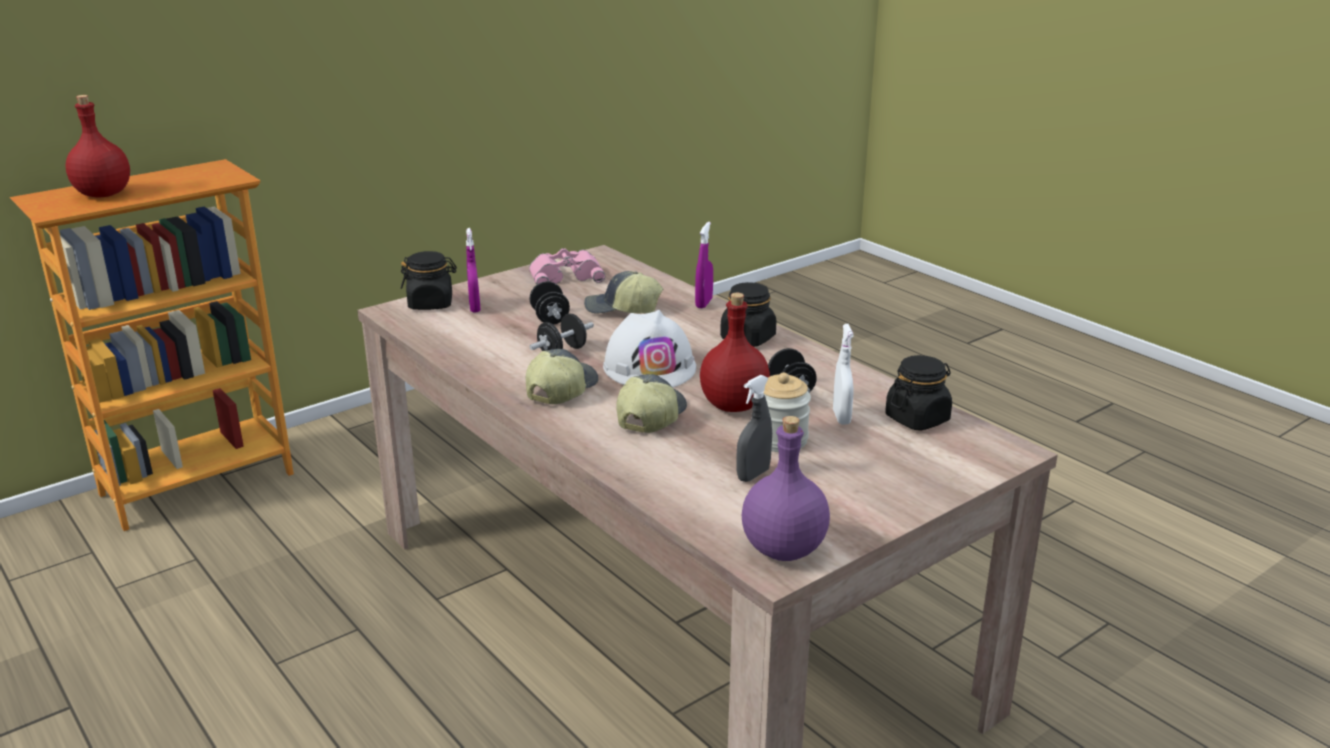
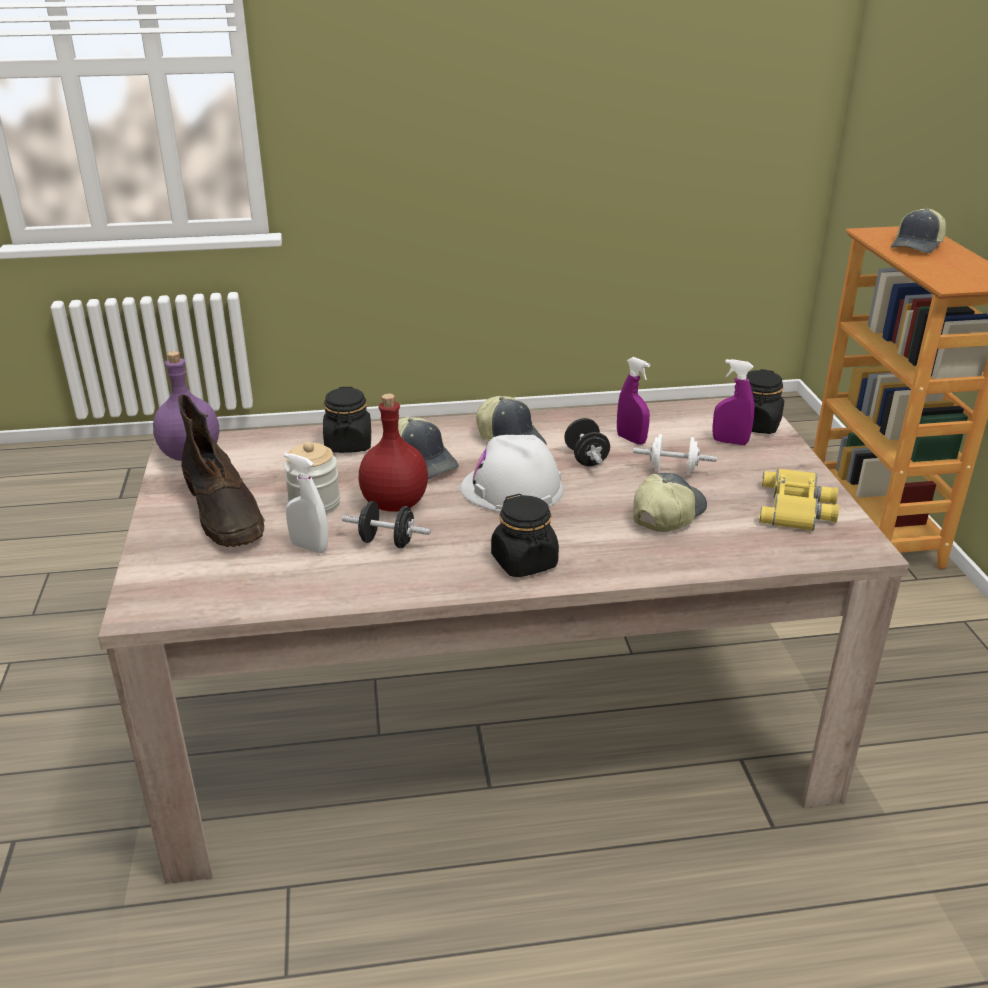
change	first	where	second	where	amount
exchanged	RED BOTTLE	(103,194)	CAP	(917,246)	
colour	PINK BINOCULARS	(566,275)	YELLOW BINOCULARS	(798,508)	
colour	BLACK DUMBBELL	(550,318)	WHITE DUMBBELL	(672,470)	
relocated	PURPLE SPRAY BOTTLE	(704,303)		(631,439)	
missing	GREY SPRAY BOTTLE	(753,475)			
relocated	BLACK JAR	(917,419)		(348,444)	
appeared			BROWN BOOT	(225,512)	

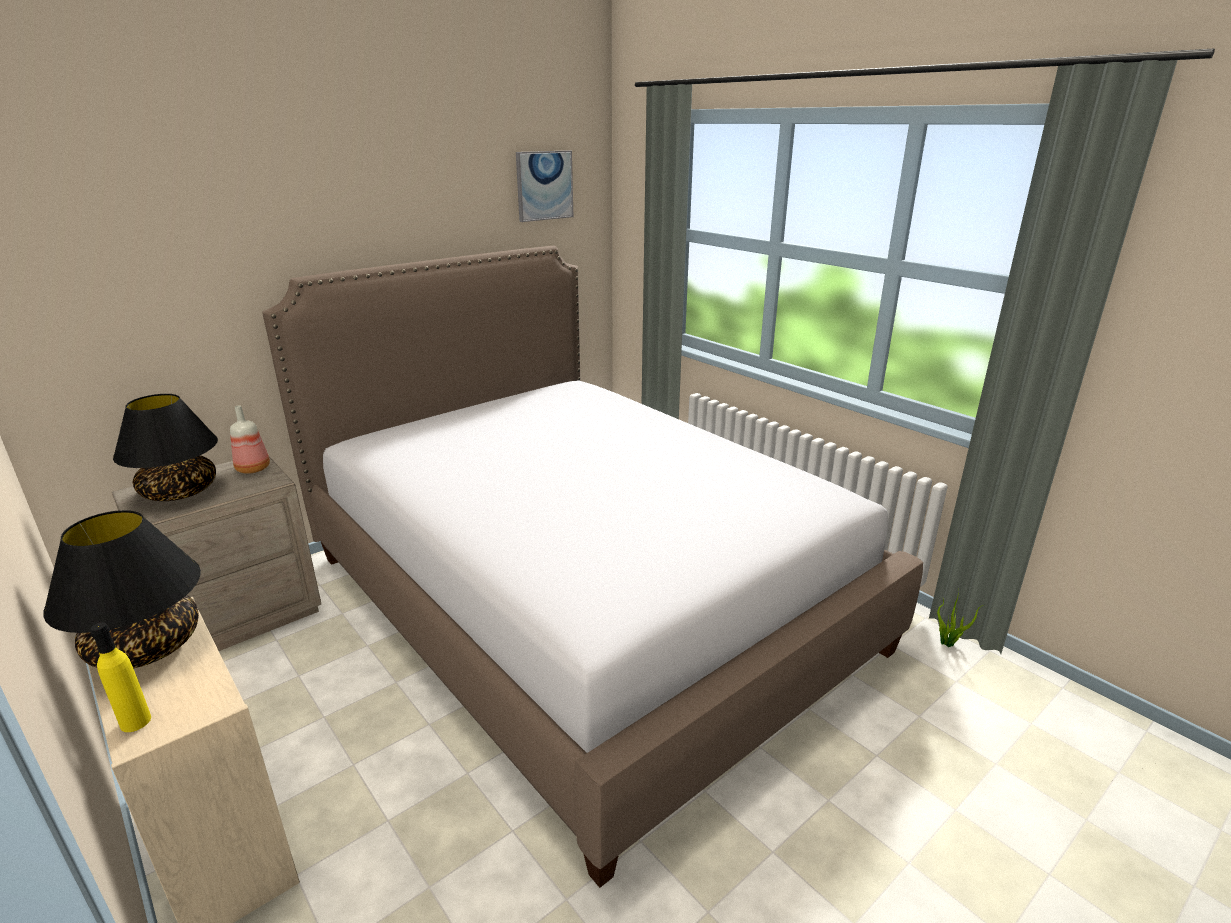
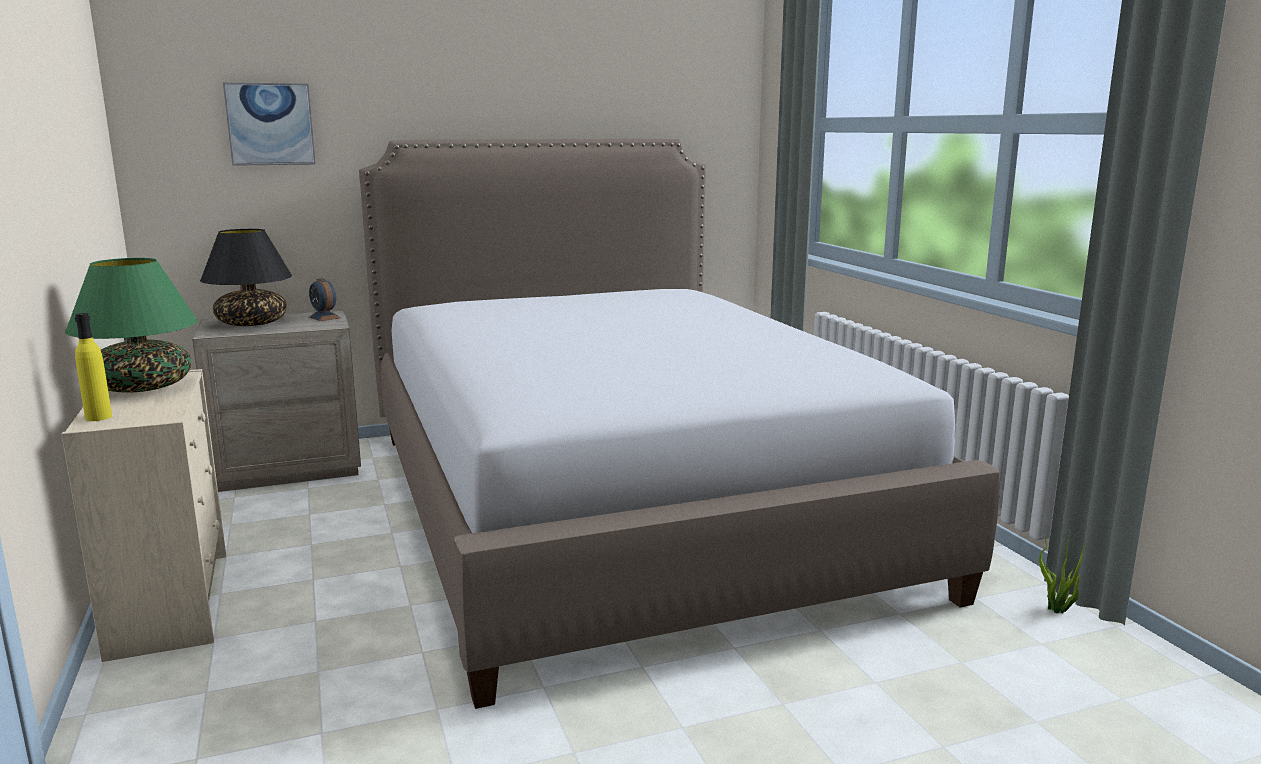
change	first	where	second	where	amount
colour	BLACK TABLE LAMP	(146,646)	GREEN TABLE LAMP	(143,387)	
exchanged	BOTTLE	(254,469)	ALARM CLOCK	(324,317)	
relocated	PICTURE	(544,185)		(270,124)	

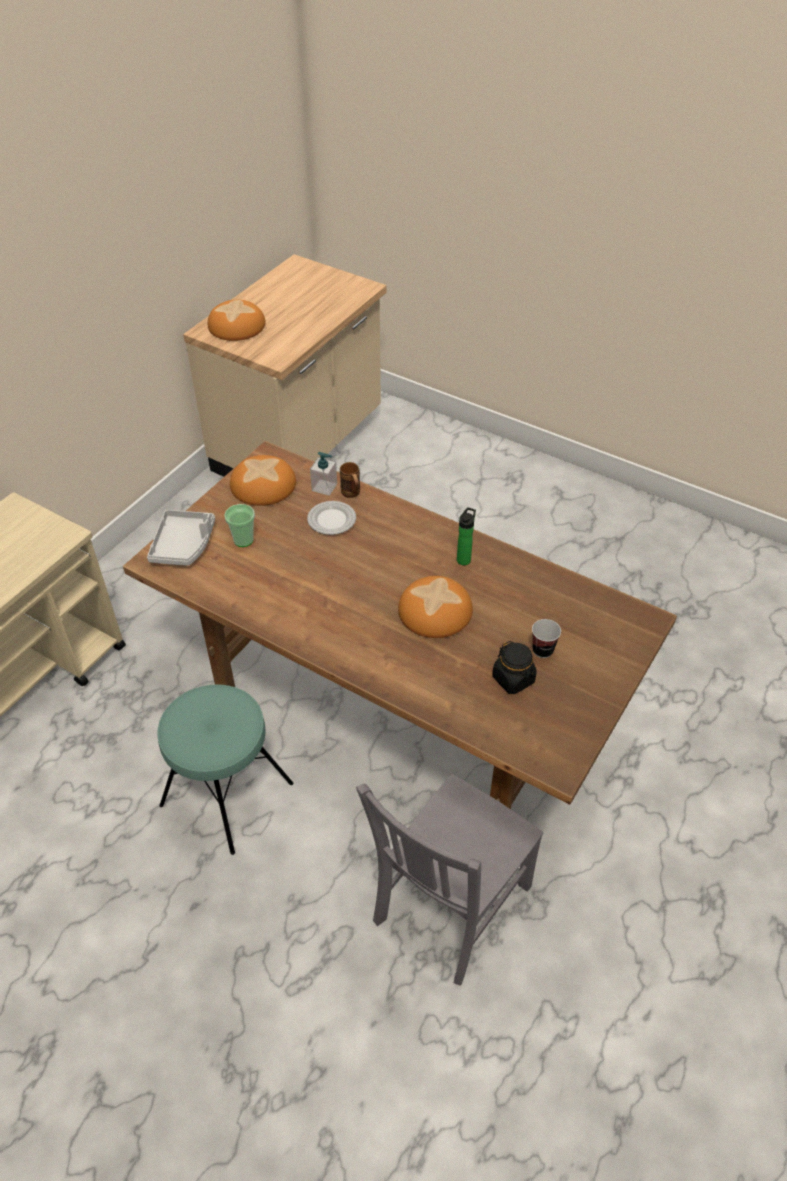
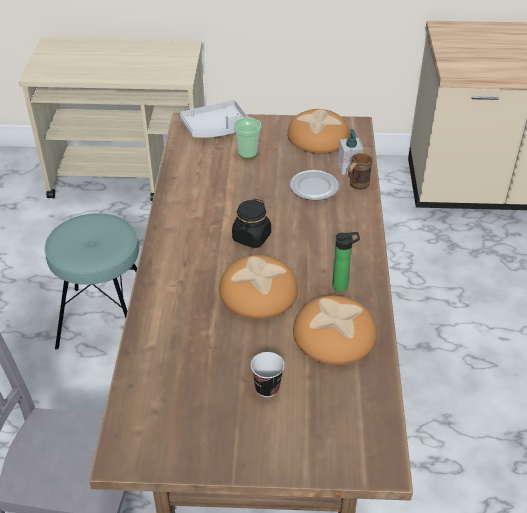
change	first	where	second	where	amount
relocated	BREAD	(236,326)		(333,335)	
relocated	BLACK JAR	(513,679)		(251,237)	

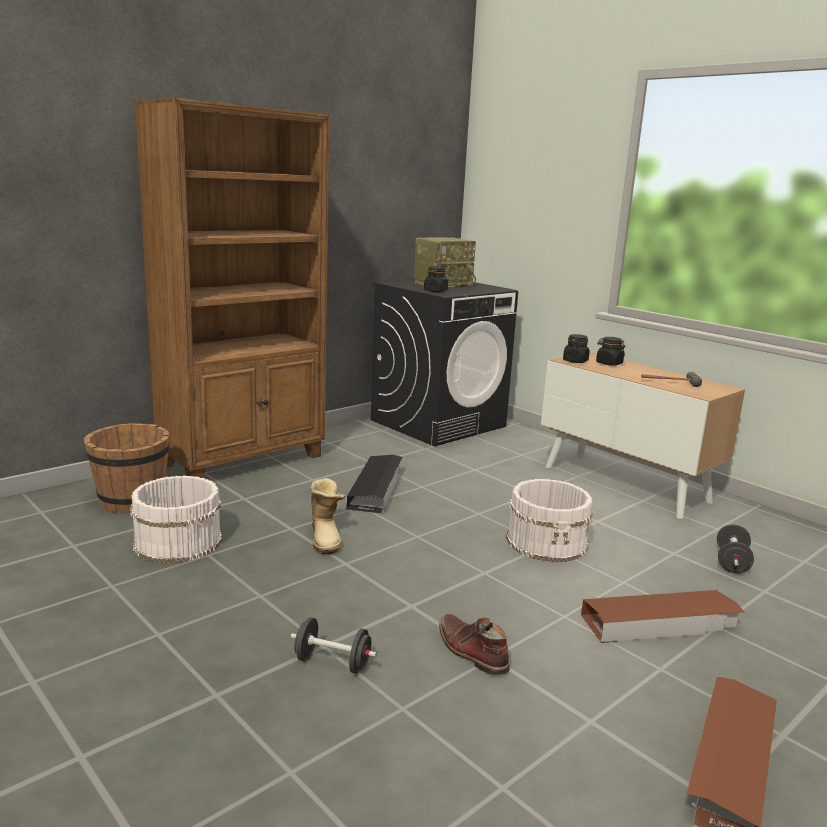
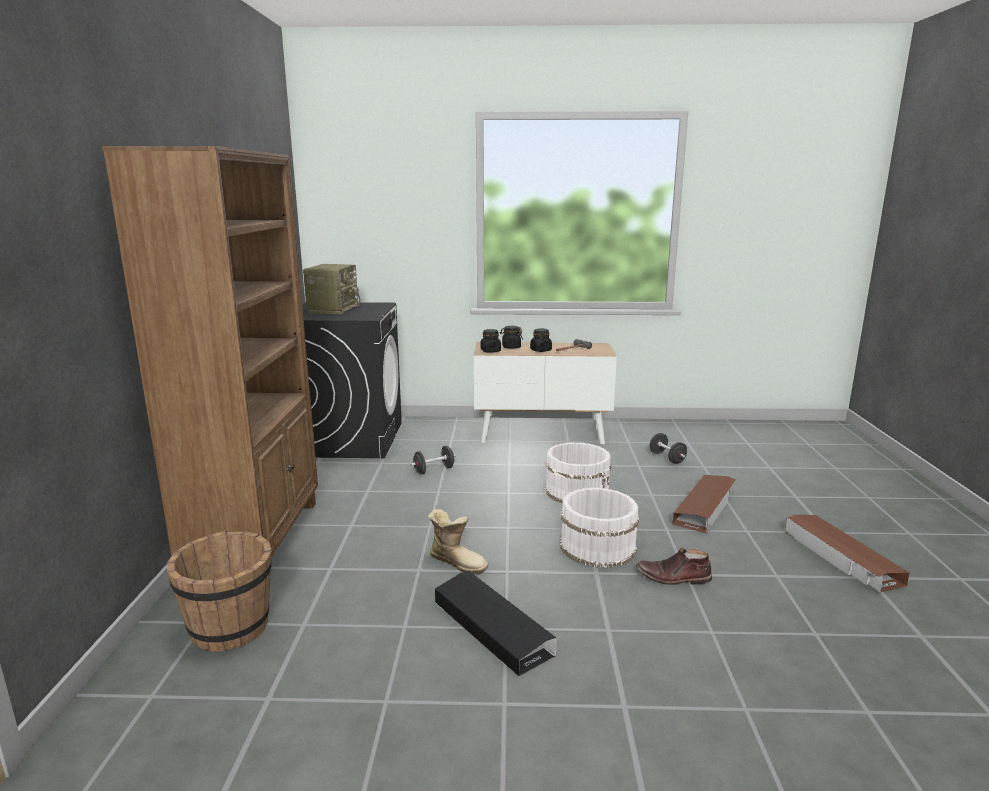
change	first	where	second	where	amount
relocated	WHITE BUCKET	(177,541)		(597,547)	
relocated	BLACK DUMBBELL	(332,663)		(434,470)	
relocated	BLACK STORAGE BOX	(376,489)		(492,627)	
relocated	BLACK JAR	(435,291)		(540,350)	

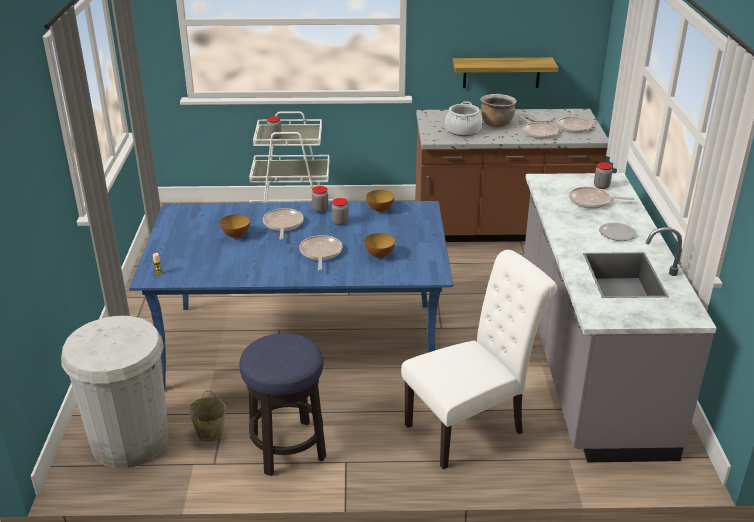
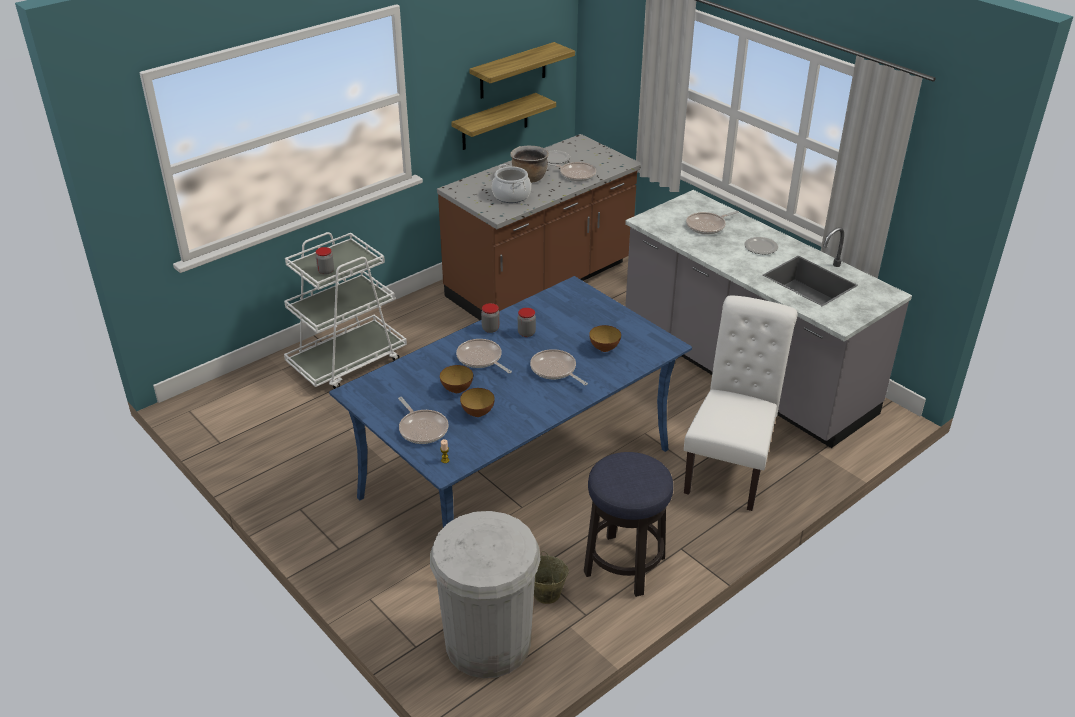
change	first	where	second	where	amount
relocated	BOWL	(380,210)		(477,413)	
relocated	FRYING PAN	(573,127)		(422,428)	
missing	JAR	(601,186)			
appeared			SHELF	(513,71)	

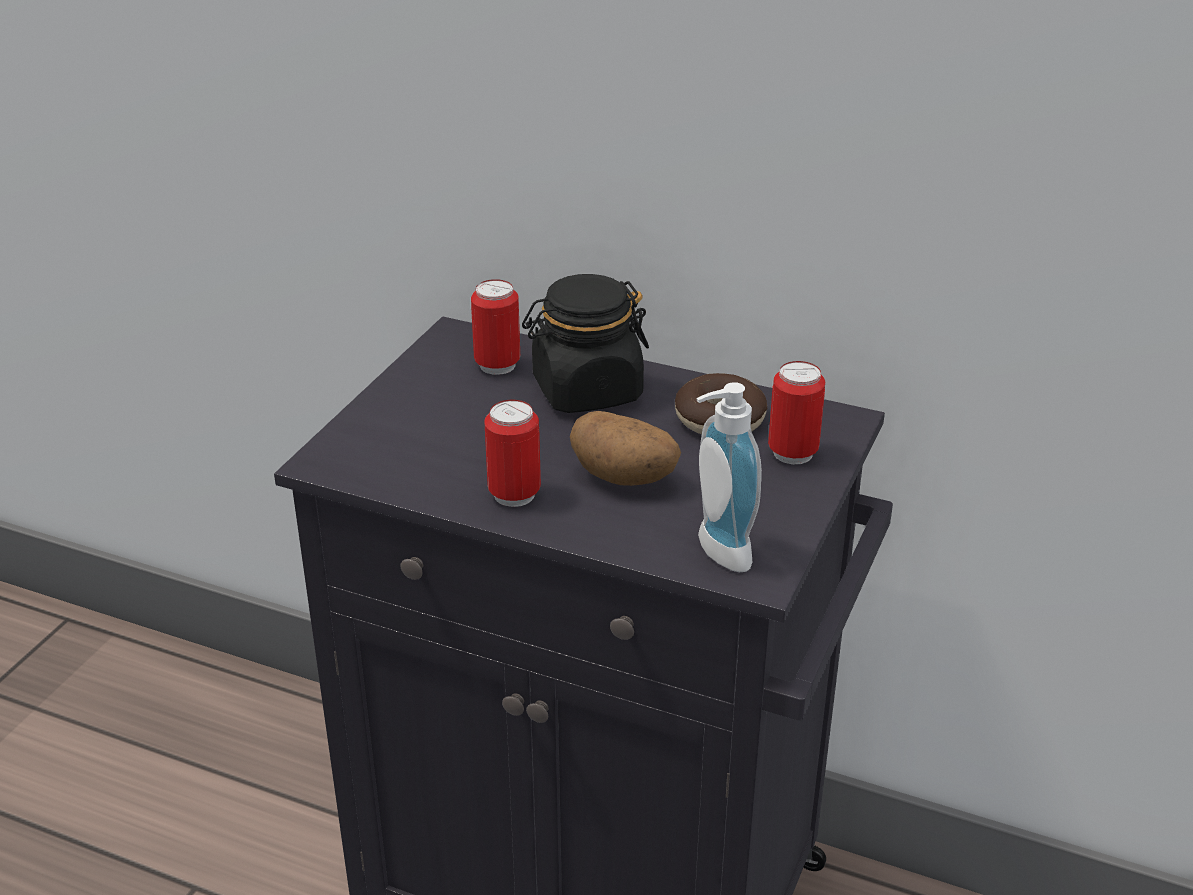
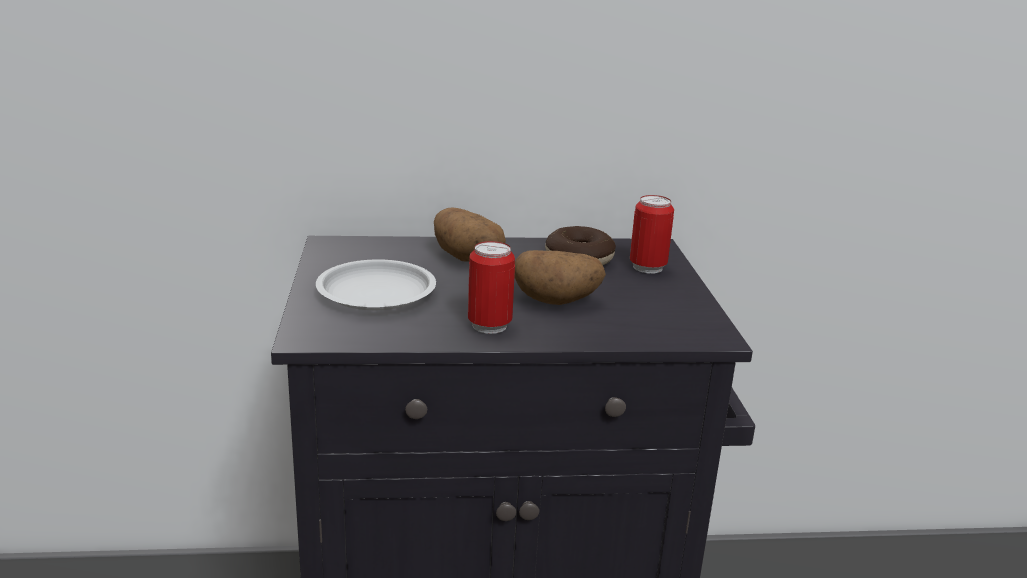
change	first	where	second	where	amount
missing	CAN	(497,365)			
exchanged	BLACK JAR	(586,391)	POTATO	(469,259)	
missing	SOAP DISPENSER	(716,553)			
appeared			WHITE PLATE	(377,293)	

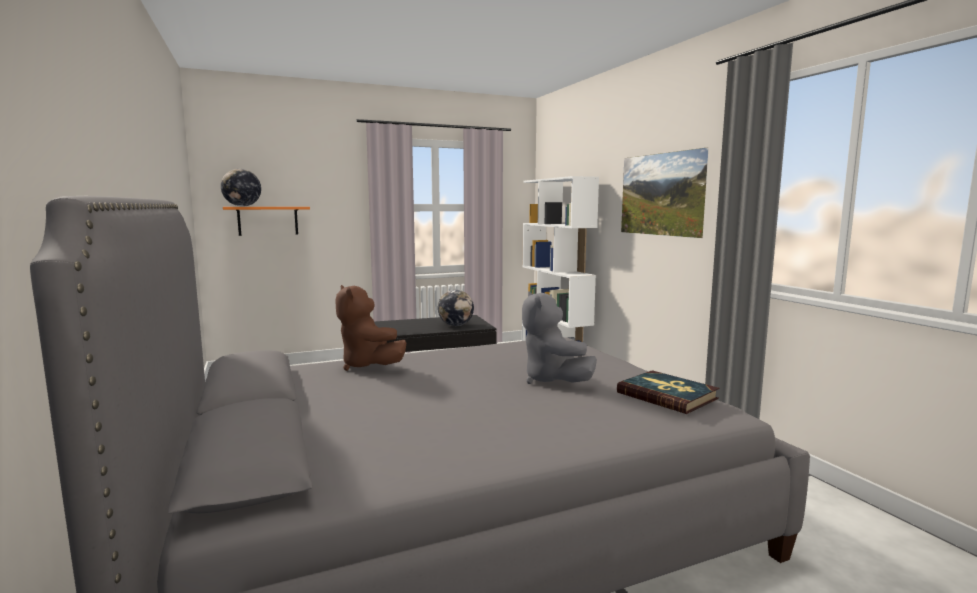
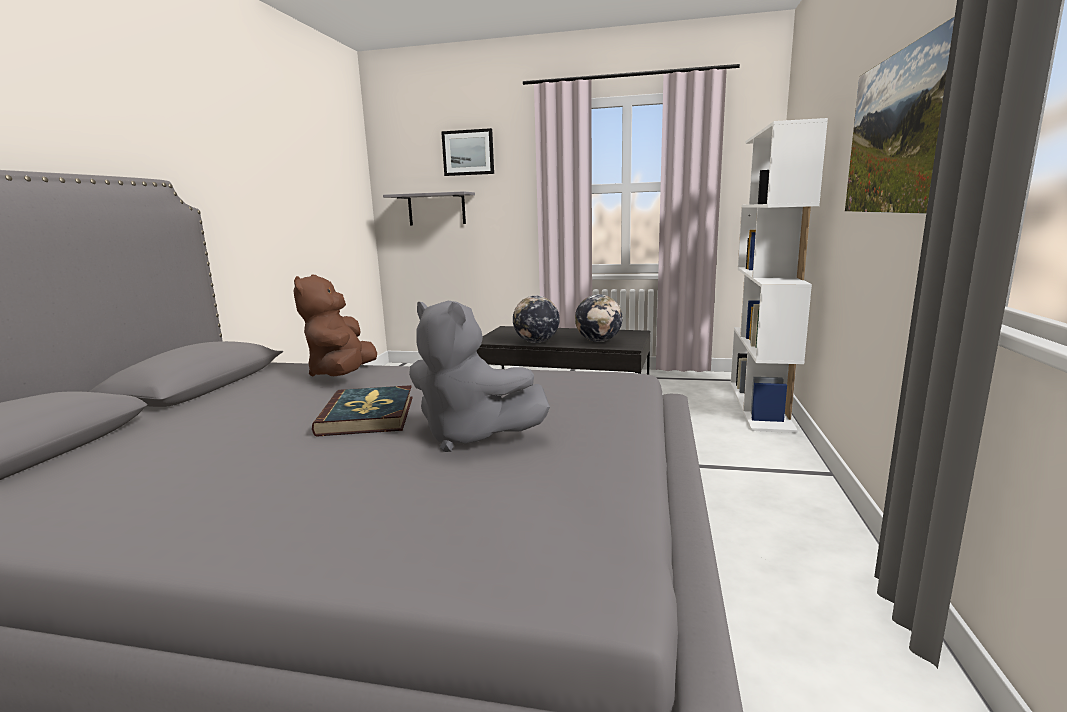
change	first	where	second	where	amount
relocated	GLOBE	(242,206)		(536,342)	
colour	ORANGE SHELF	(268,220)	GREY SHELF	(436,209)	
spun	GREY PLUSH TOY	(552,380)		(471,436)	75 degrees counterclockwise
relocated	BOOK	(667,395)		(368,415)	
appeared			PICTURE	(468,152)	

